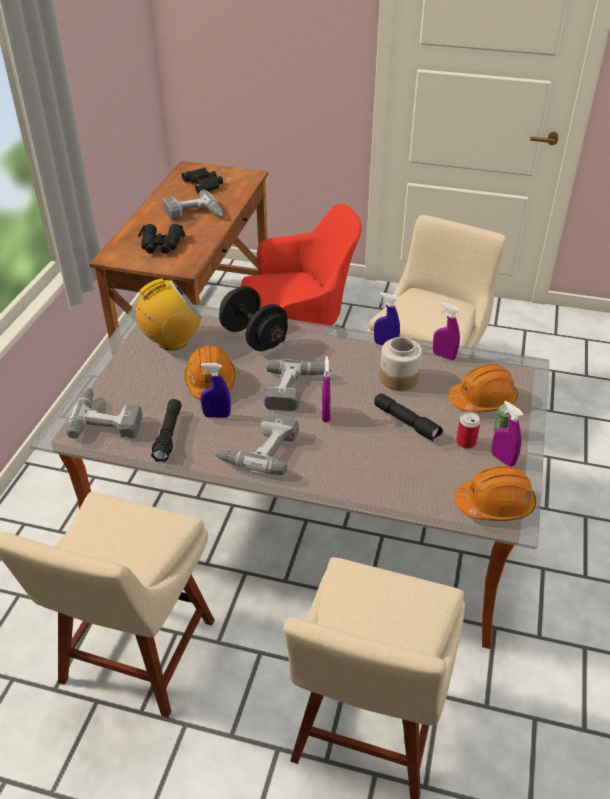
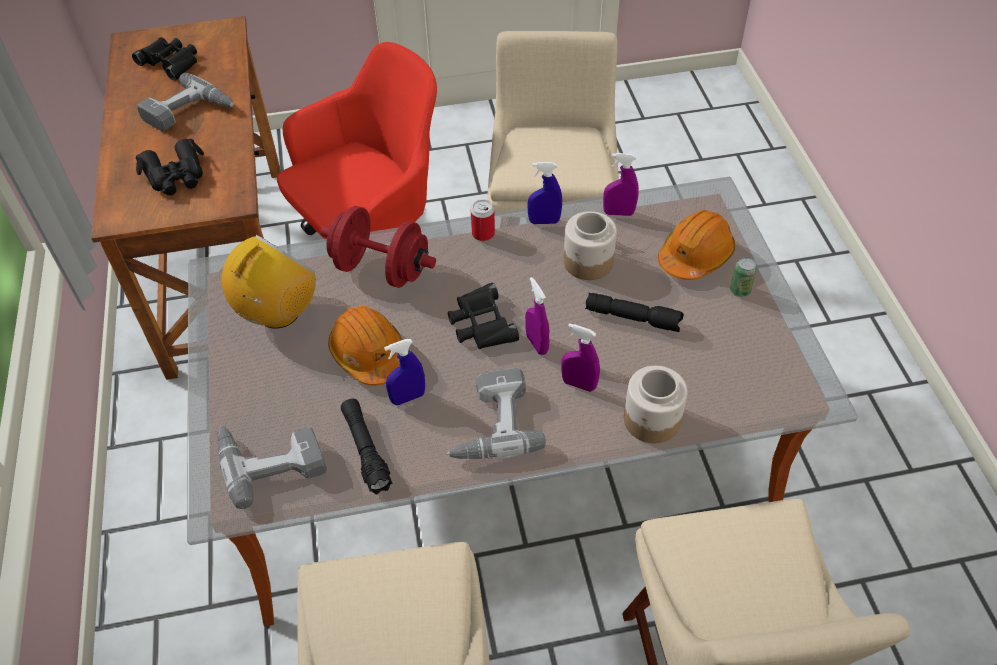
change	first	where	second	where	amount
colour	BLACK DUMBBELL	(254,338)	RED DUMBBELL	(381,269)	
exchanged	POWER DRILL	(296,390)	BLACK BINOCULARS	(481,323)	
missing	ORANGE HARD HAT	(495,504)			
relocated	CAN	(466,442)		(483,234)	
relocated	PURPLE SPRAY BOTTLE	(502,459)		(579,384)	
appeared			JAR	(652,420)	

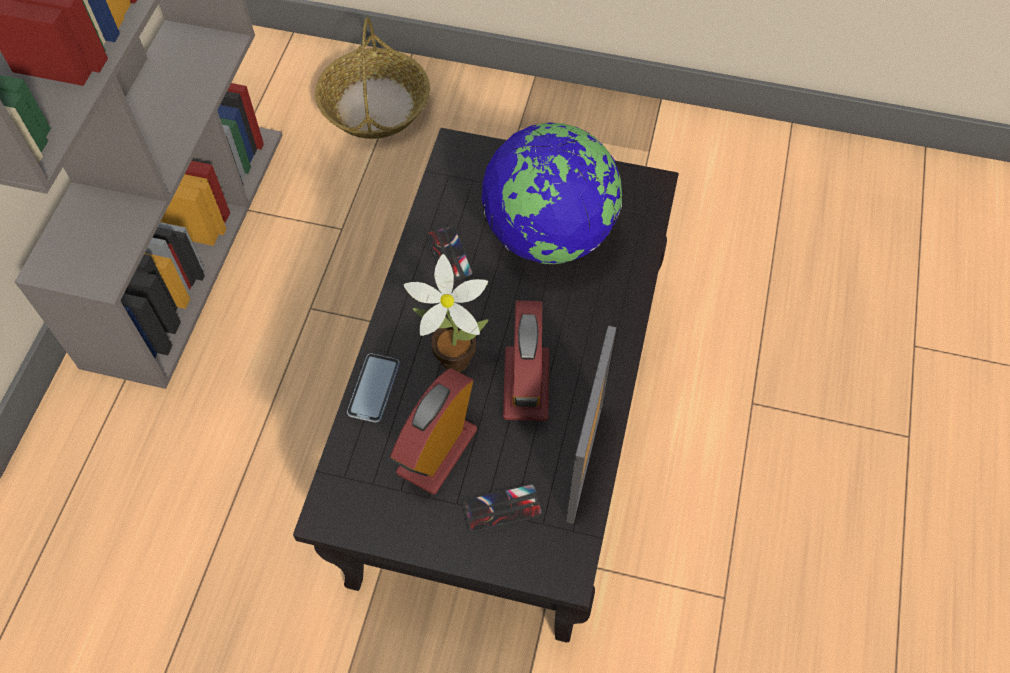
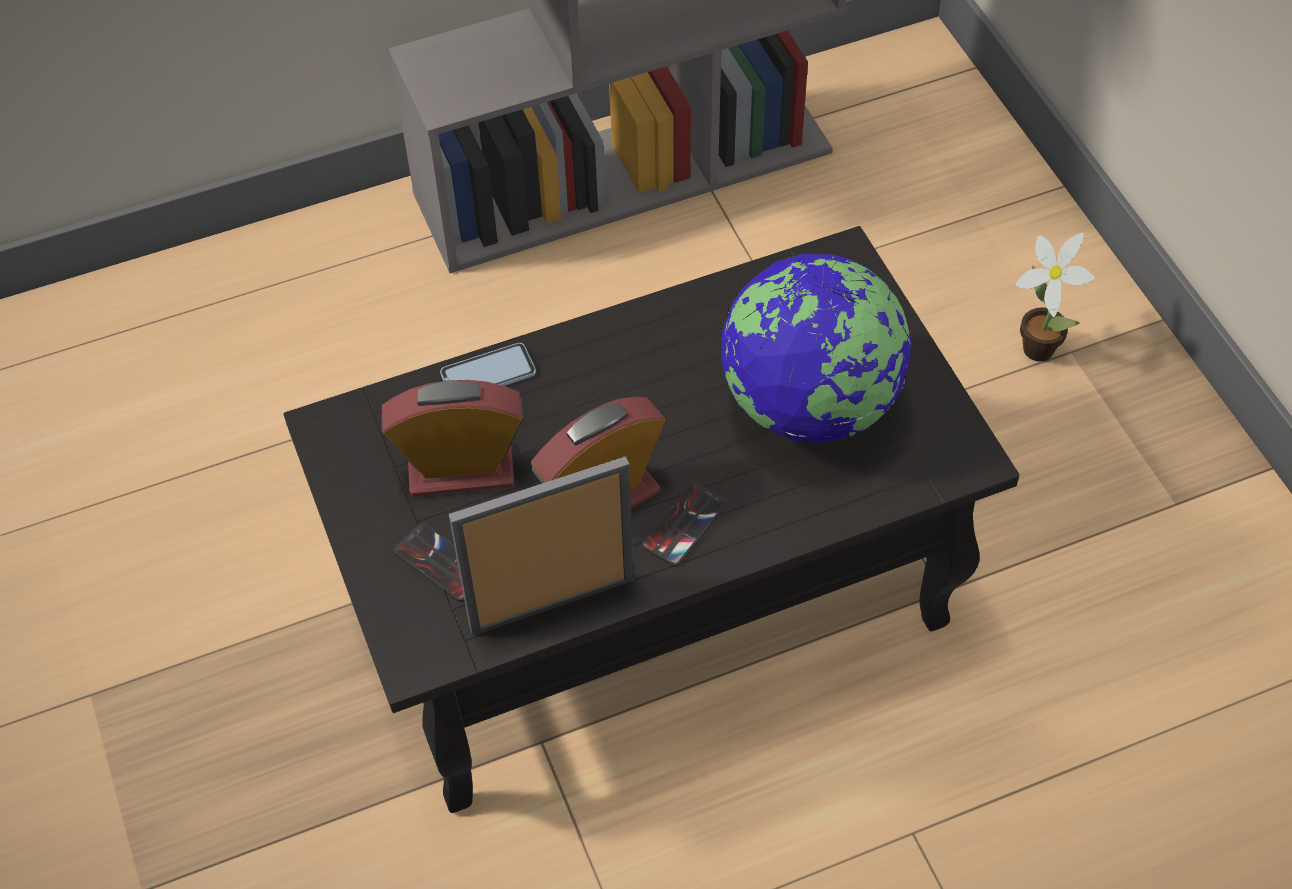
change	first	where	second	where	amount
missing	BASKET	(374,105)			
relocated	POTTED PLANT	(450,356)		(1037,344)	
relocated	PHONE	(449,254)		(684,524)	

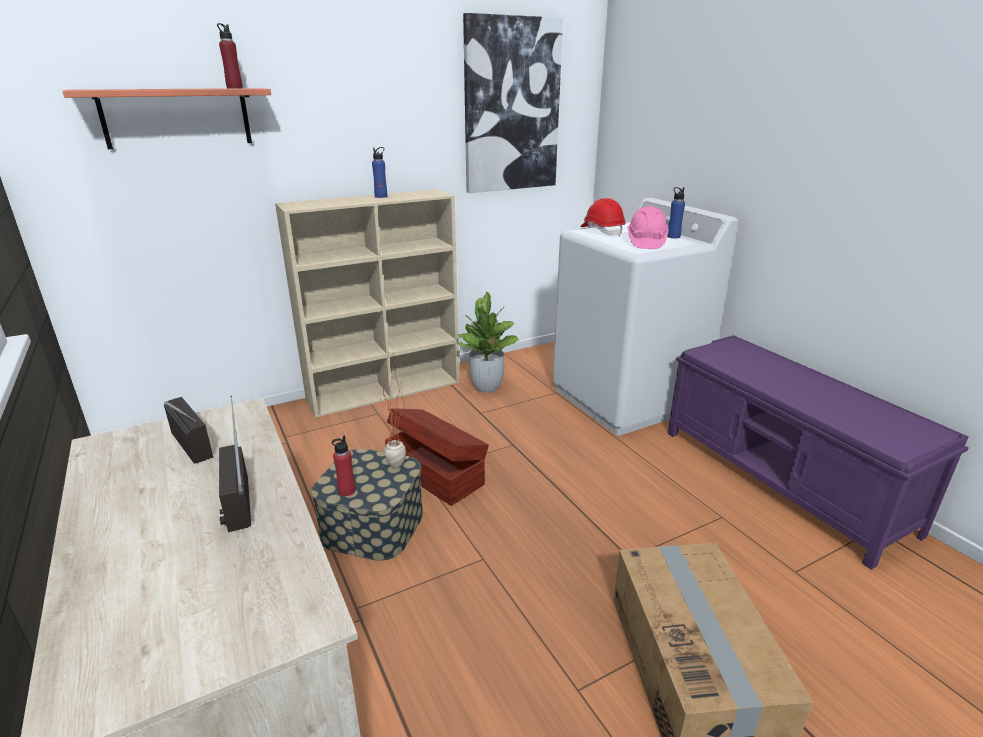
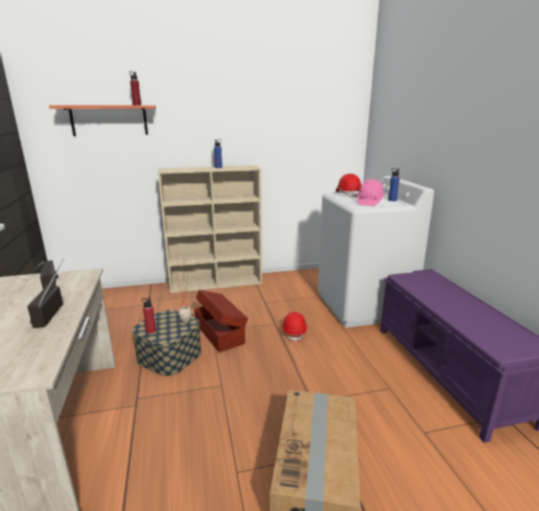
change	first	where	second	where	amount
missing	POTTED PLANT	(486,387)			
missing	PICTURE	(511,107)			
appeared			RED HARD HAT	(294,332)	

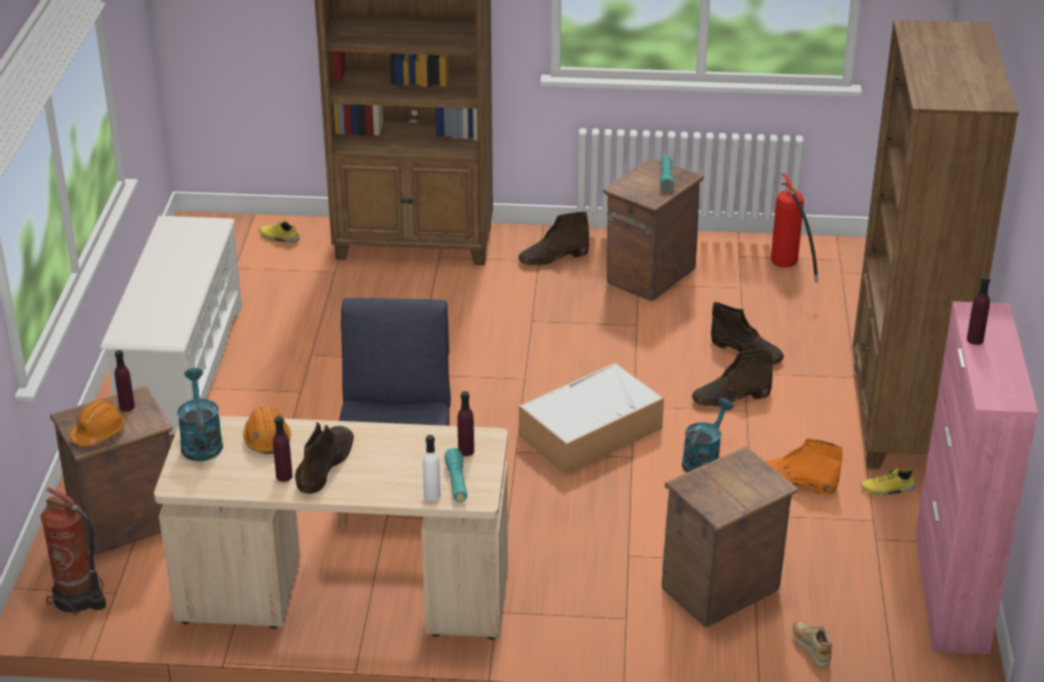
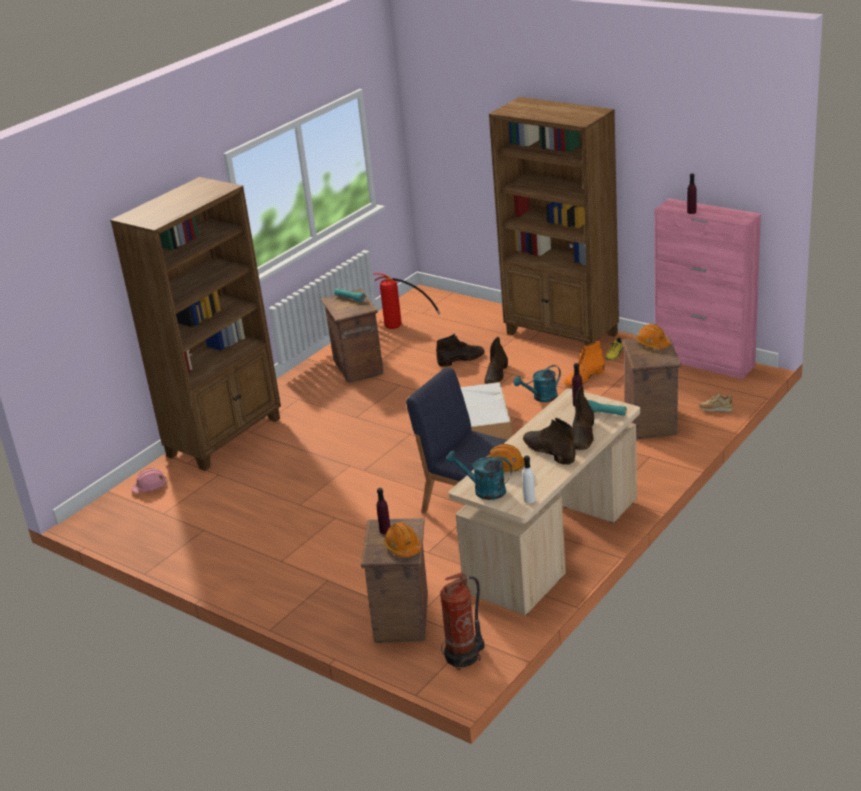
change	first	where	second	where	amount
missing	WHITE SHOE RACK	(182,367)			
exchanged	YELLOW SHOE	(278,238)	PINK HARD HAT	(150,487)	
missing	PURPLE BOTTLE	(284,476)			
relocated	WHITE BOTTLE	(432,495)		(529,500)	
relocated	BROWN BOOT	(553,257)		(582,436)	
spun	TURQUOISE WATERING CAN	(704,460)		(541,398)	90 degrees counterclockwise
appeared			ORANGE HARD HAT	(653,344)	

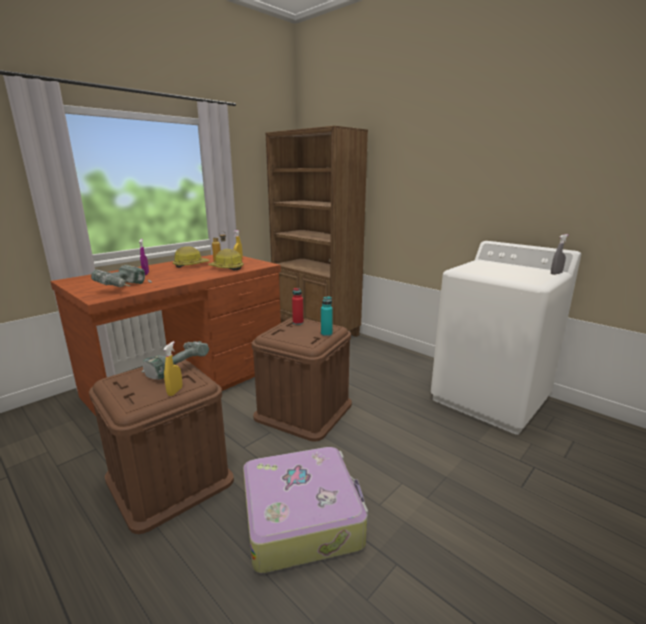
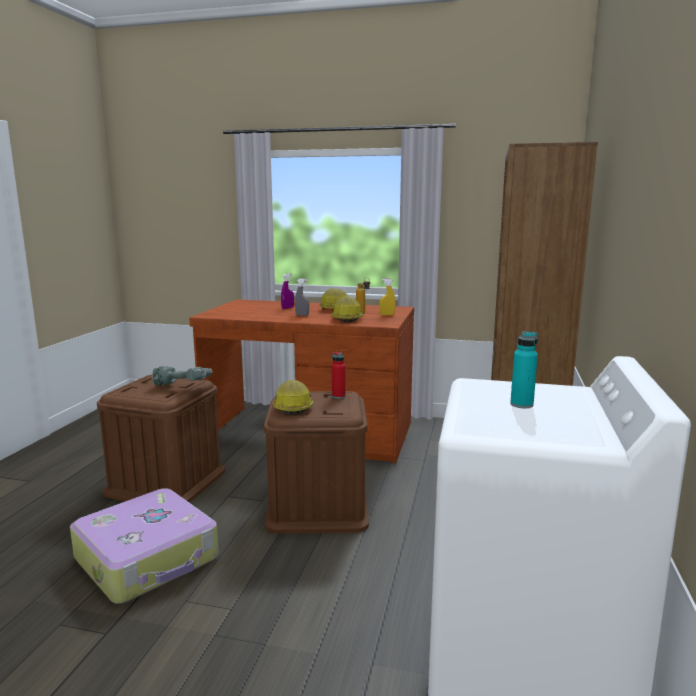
change	first	where	second	where	amount
missing	POWER DRILL	(126,288)			
missing	YELLOW SPRAY BOTTLE	(175,391)			
relocated	TURQUOISE BOTTLE	(326,334)		(521,404)	
relocated	GREY SPRAY BOTTLE	(556,273)		(302,315)	
appeared			HARD HAT	(292,407)	

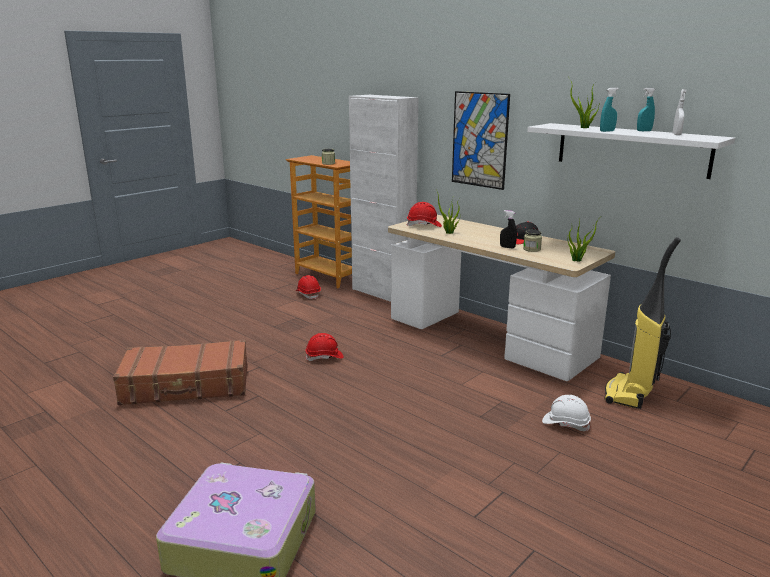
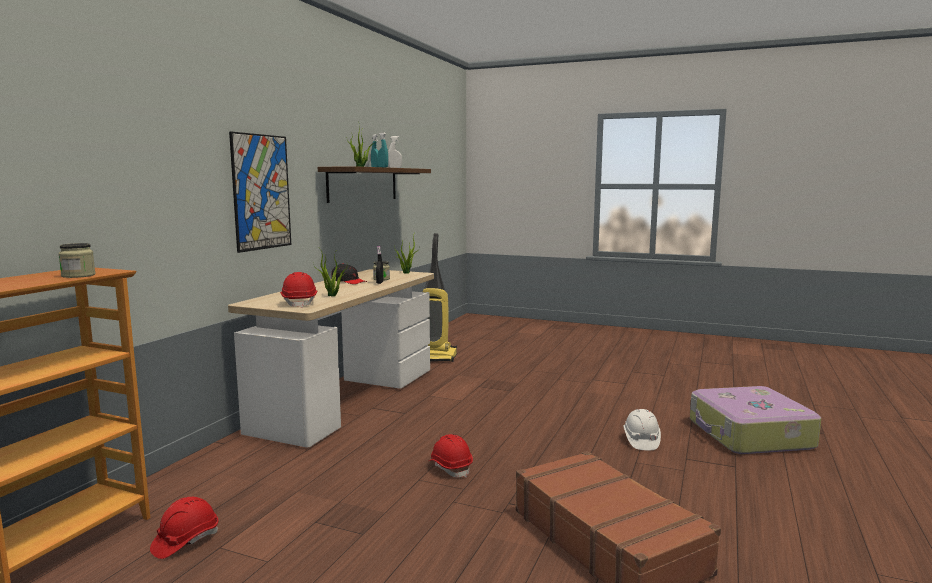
change	first	where	second	where	amount
missing	WHITE CABINET	(383,293)			
colour	WHITE SHELF	(631,149)	BROWN SHELF	(363,184)	
relocated	WHITE HARD HAT	(565,423)		(641,440)	

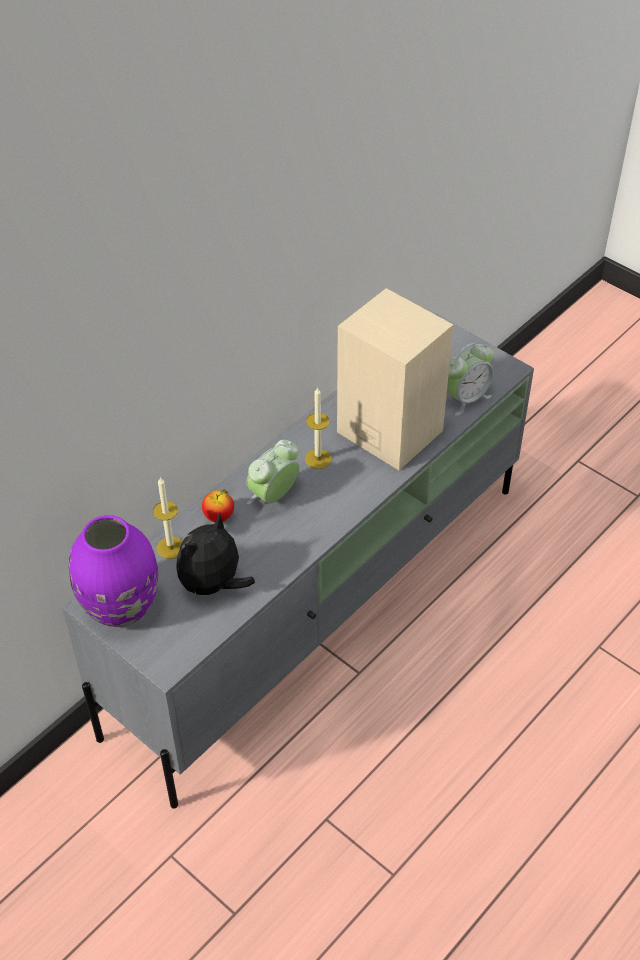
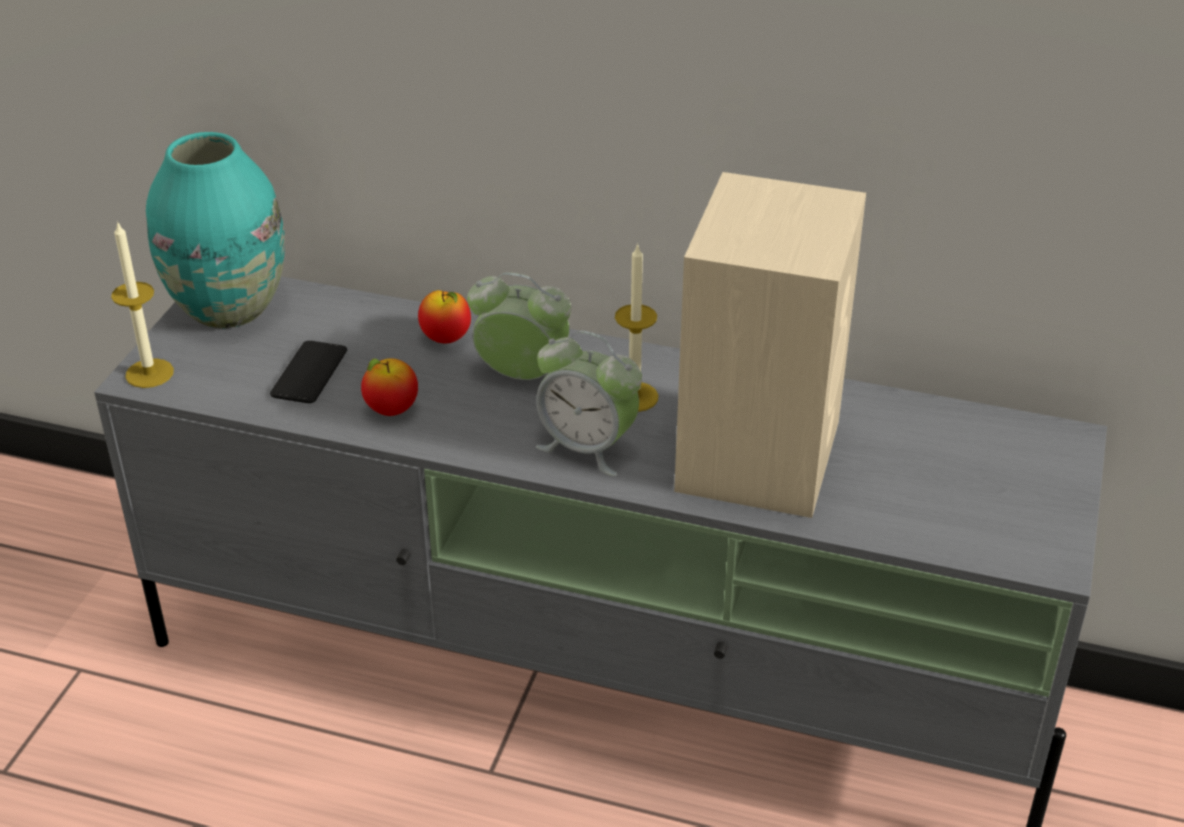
change	first	where	second	where	amount
colour	PURPLE VASE	(122,608)	TURQUOISE VASE	(229,309)	
relocated	CANDLE	(170,547)		(149,373)	
exchanged	PLUSH TOY	(213,585)	PHONE	(309,373)	
relocated	ALARM CLOCK	(465,398)		(587,447)	
appeared			APPLE	(391,410)	

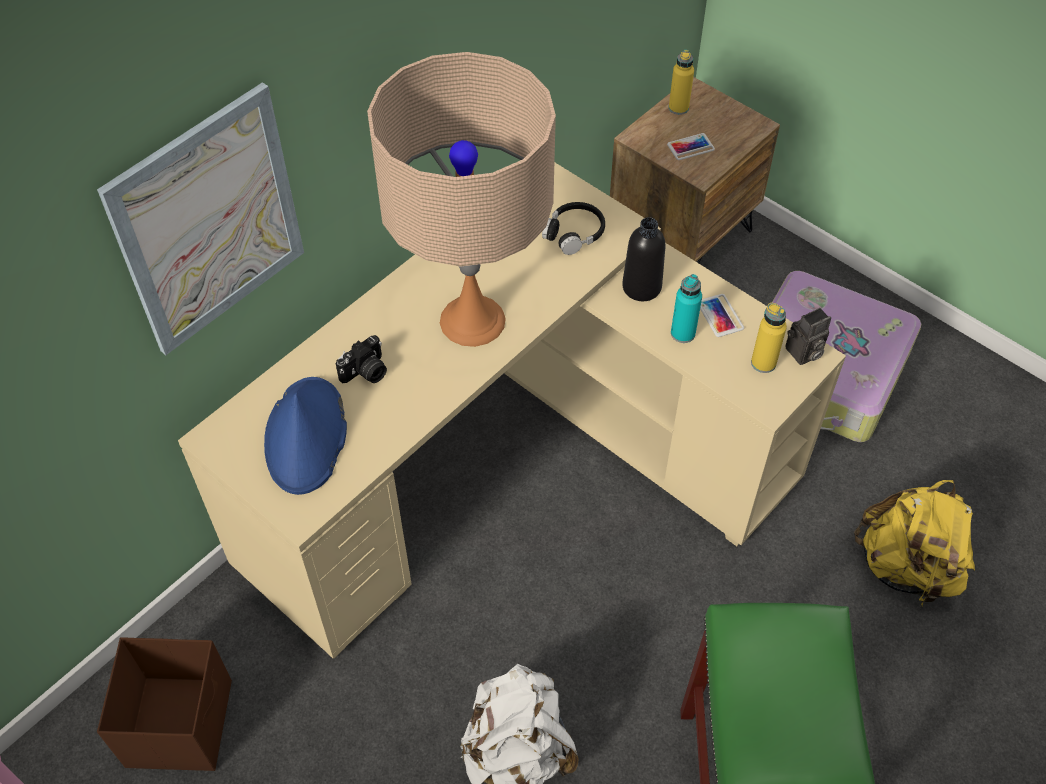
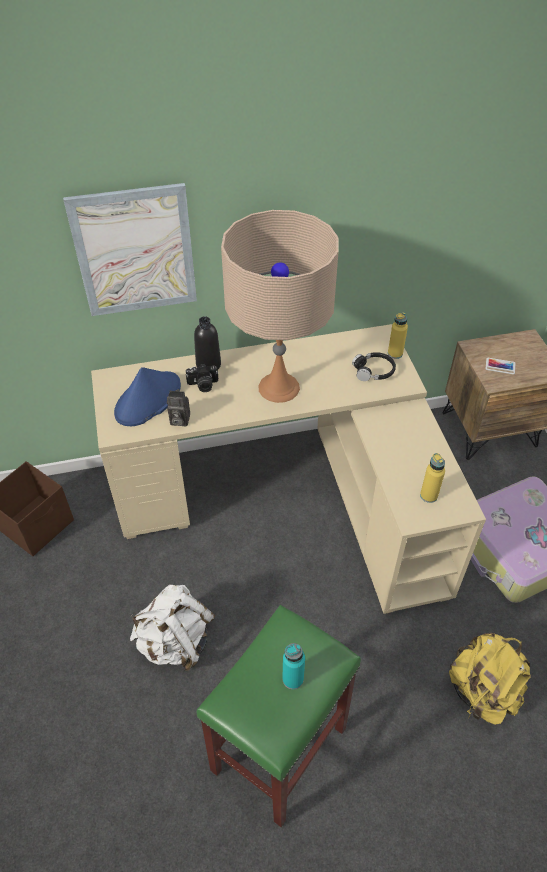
change	first	where	second	where	amount
relocated	BLACK BOTTLE	(641,287)		(208,365)	
relocated	YELLOW BOTTLE	(678,108)		(395,353)	
relocated	TURQUOISE BOTTLE	(683,333)		(293,679)	
missing	PHONE	(720,316)			
relocated	PHOTO CAMERA	(803,353)		(178,420)	

